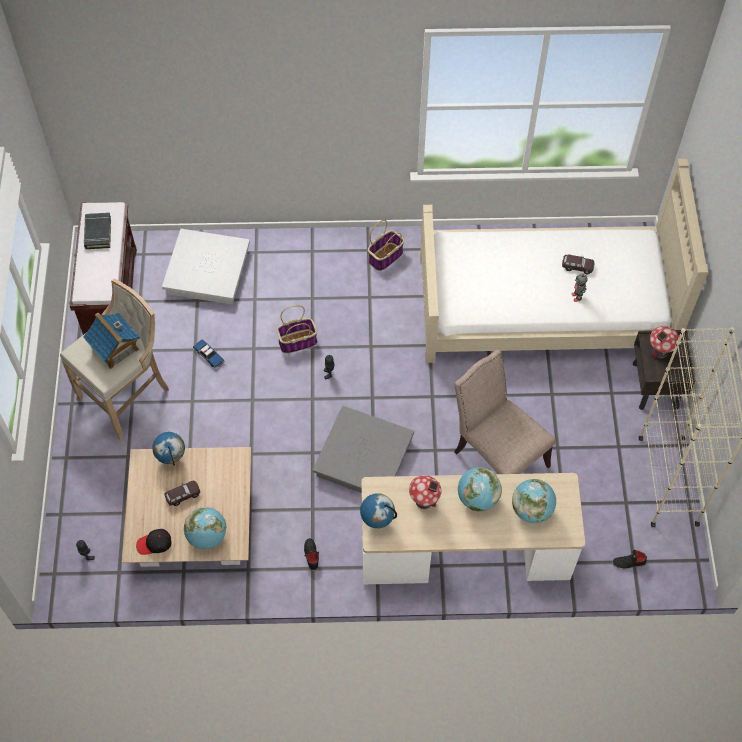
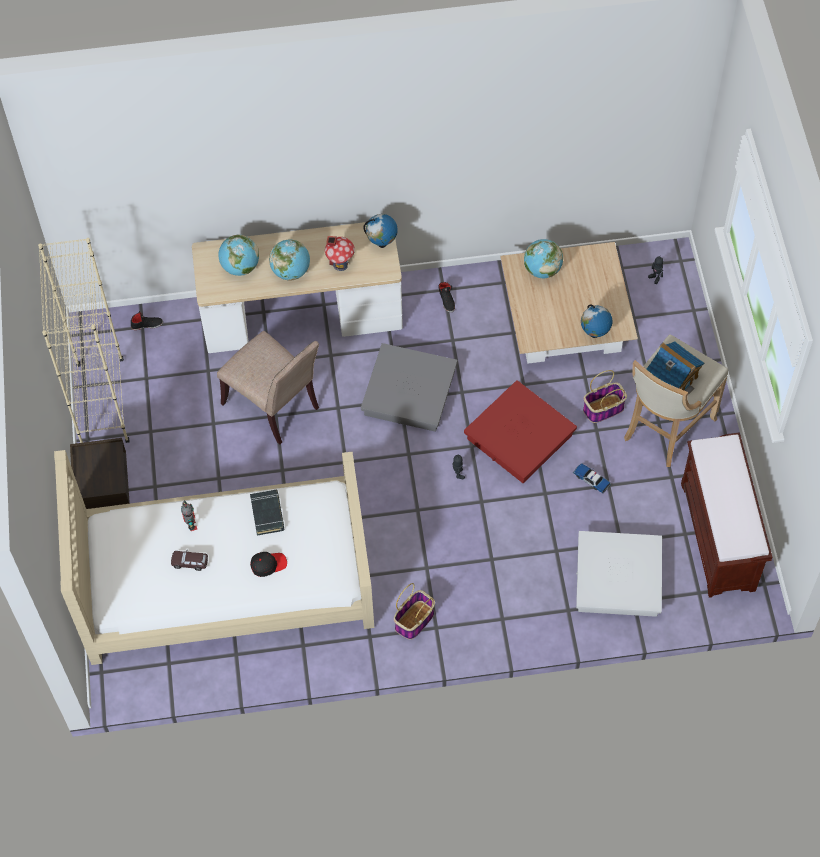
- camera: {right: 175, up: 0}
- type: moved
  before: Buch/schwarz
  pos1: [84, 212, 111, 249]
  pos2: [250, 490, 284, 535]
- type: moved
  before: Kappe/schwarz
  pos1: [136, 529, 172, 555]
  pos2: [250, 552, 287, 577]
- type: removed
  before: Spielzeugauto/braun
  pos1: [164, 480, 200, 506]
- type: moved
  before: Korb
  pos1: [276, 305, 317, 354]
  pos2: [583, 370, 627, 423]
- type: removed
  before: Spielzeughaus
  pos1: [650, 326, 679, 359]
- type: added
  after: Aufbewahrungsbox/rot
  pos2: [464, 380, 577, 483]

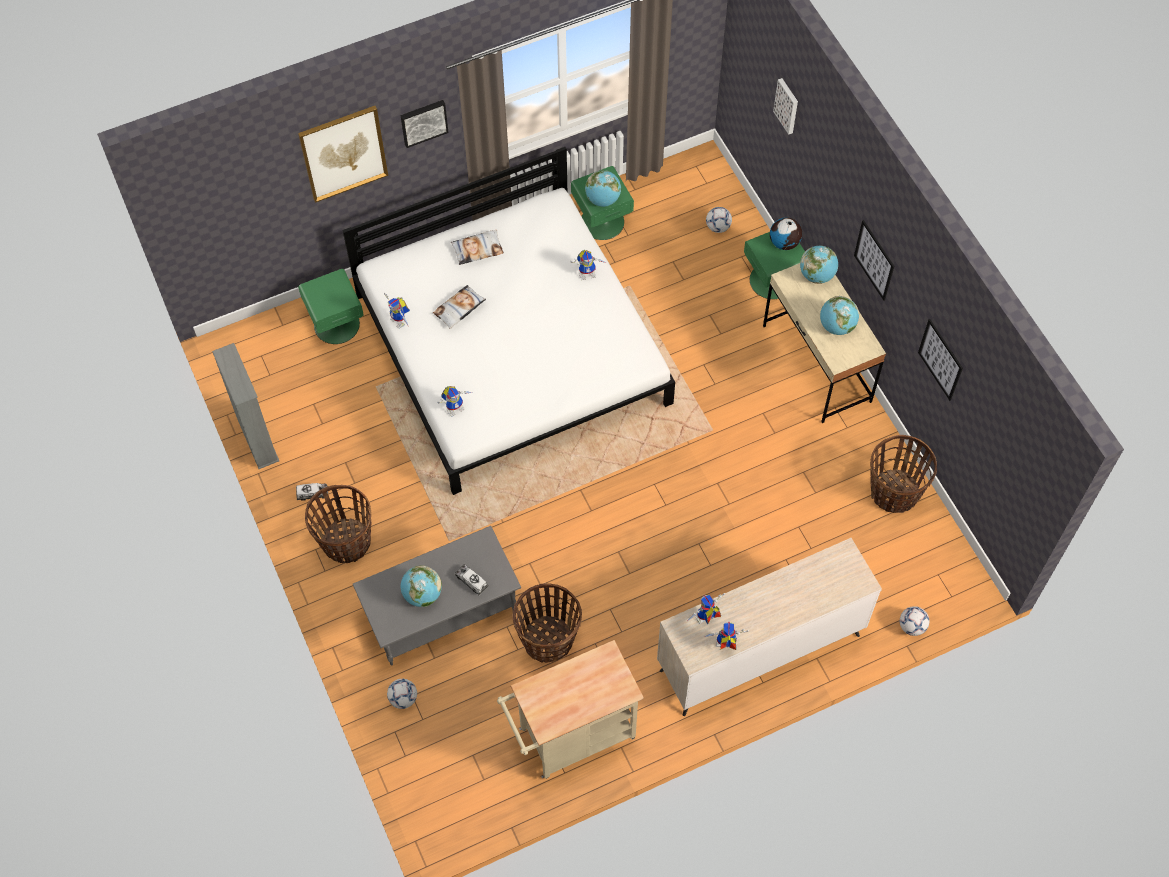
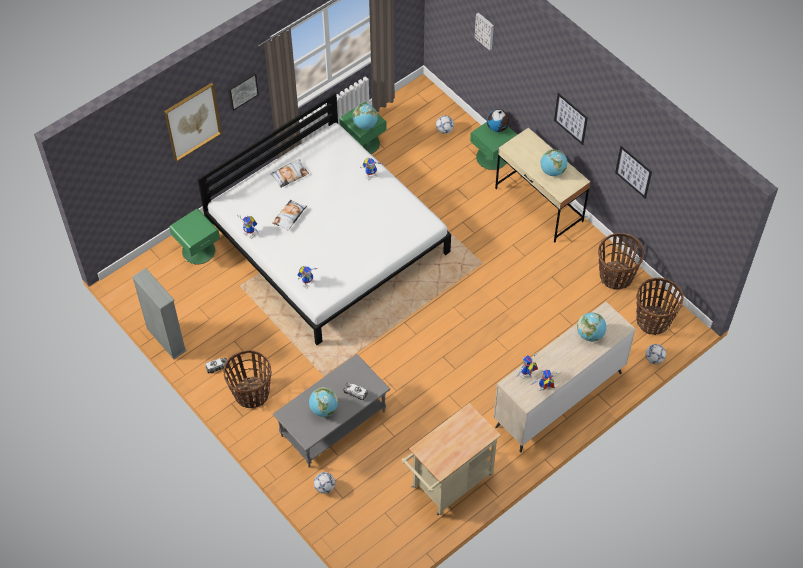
- camera: {right: -15, up: -5}
- type: moved
  before: Korb
  pos1: [513, 583, 582, 663]
  pos2: [636, 278, 684, 335]
- type: moved
  before: Globus
  pos1: [800, 246, 838, 284]
  pos2: [577, 312, 607, 342]

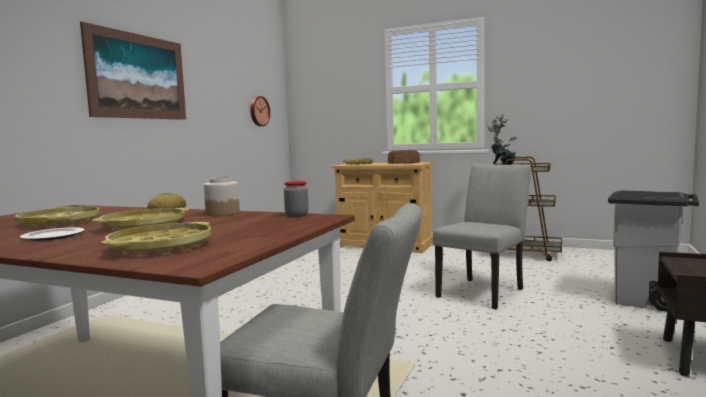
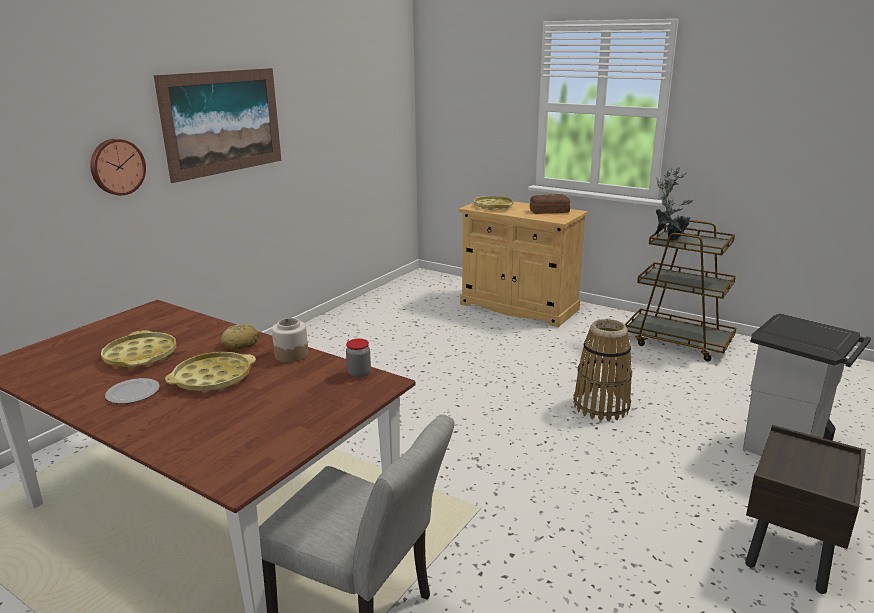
- camera: {right: 10, up: 15}
- type: removed
  before: Tablett/gelb
  pos1: [101, 222, 212, 254]
- type: moved
  before: Wanduhr
  pos1: [250, 96, 270, 126]
  pos2: [90, 139, 146, 195]
- type: replaced
  before: Stuhl/grau
  after: Korb
  pos1: [433, 164, 531, 309]
  pos2: [573, 319, 632, 421]

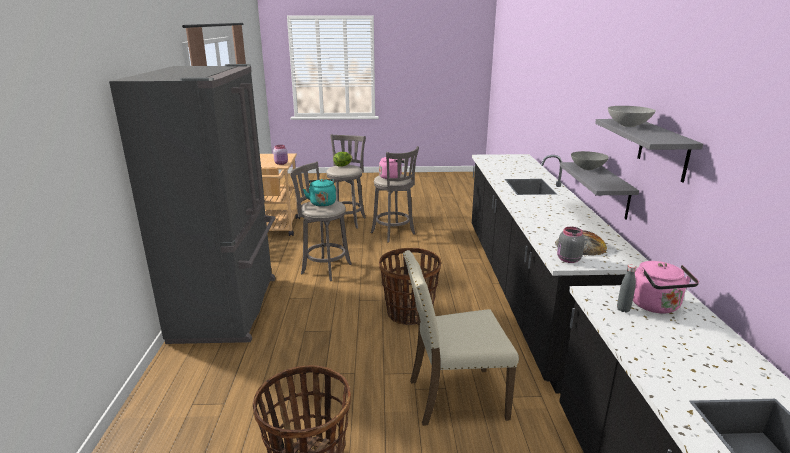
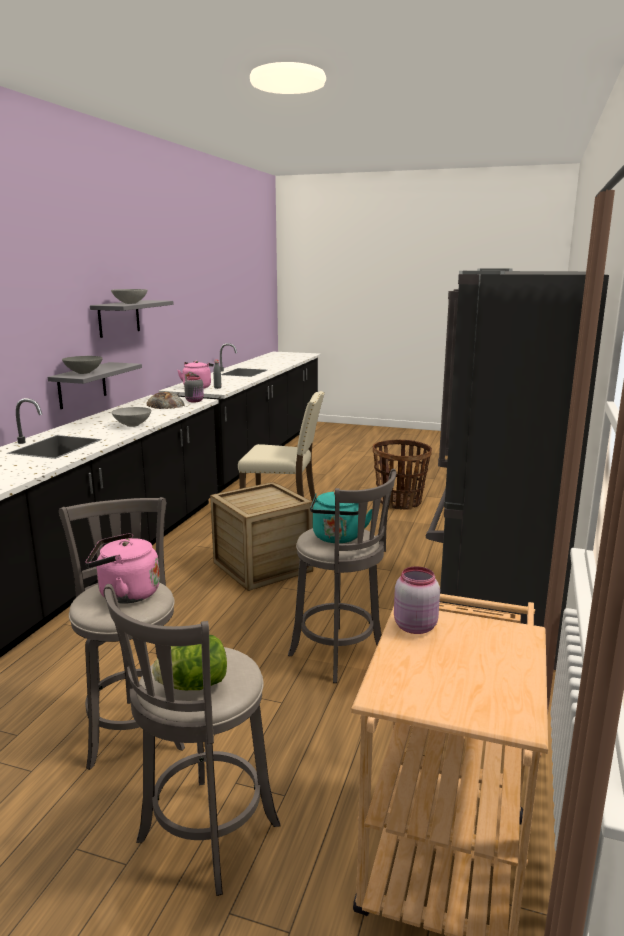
- camera: {right: -160, up: -5}
- type: replaced
  before: Korb
  after: Kiste
  pos1: [379, 248, 441, 325]
  pos2: [210, 482, 313, 591]
- type: added
  after: Schüssel/grau
  pos2: [111, 407, 151, 427]

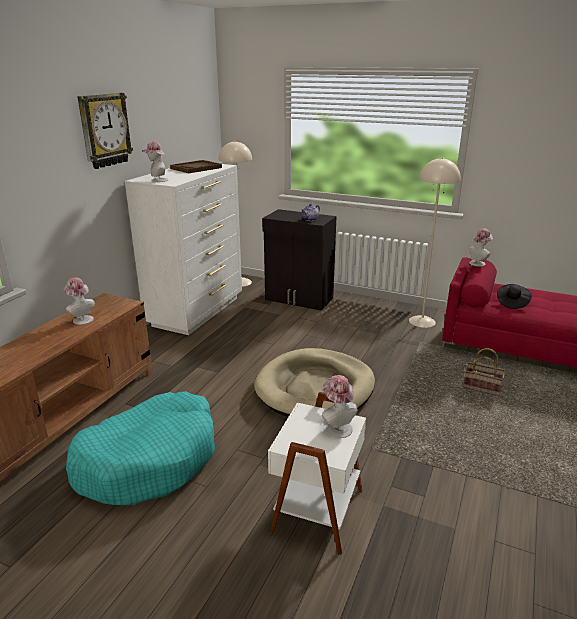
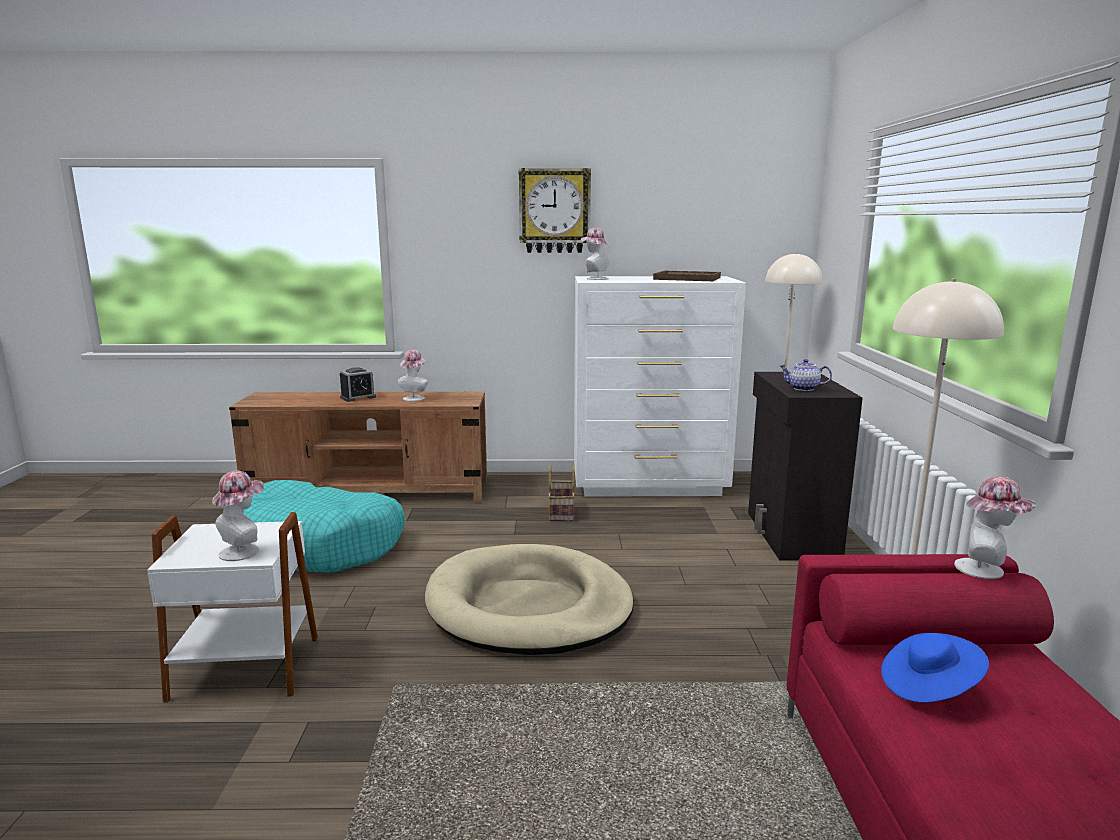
- camera: {right: 65, up: -10}
- type: moved
  before: Korb
  pos1: [463, 348, 505, 396]
  pos2: [548, 464, 575, 521]
- type: recoloured
  before: Hut/schwarz
  after: Hut/blau
  pos1: [497, 284, 532, 309]
  pos2: [881, 633, 989, 703]
- type: added
  after: Wecker
  pos2: [340, 367, 376, 402]

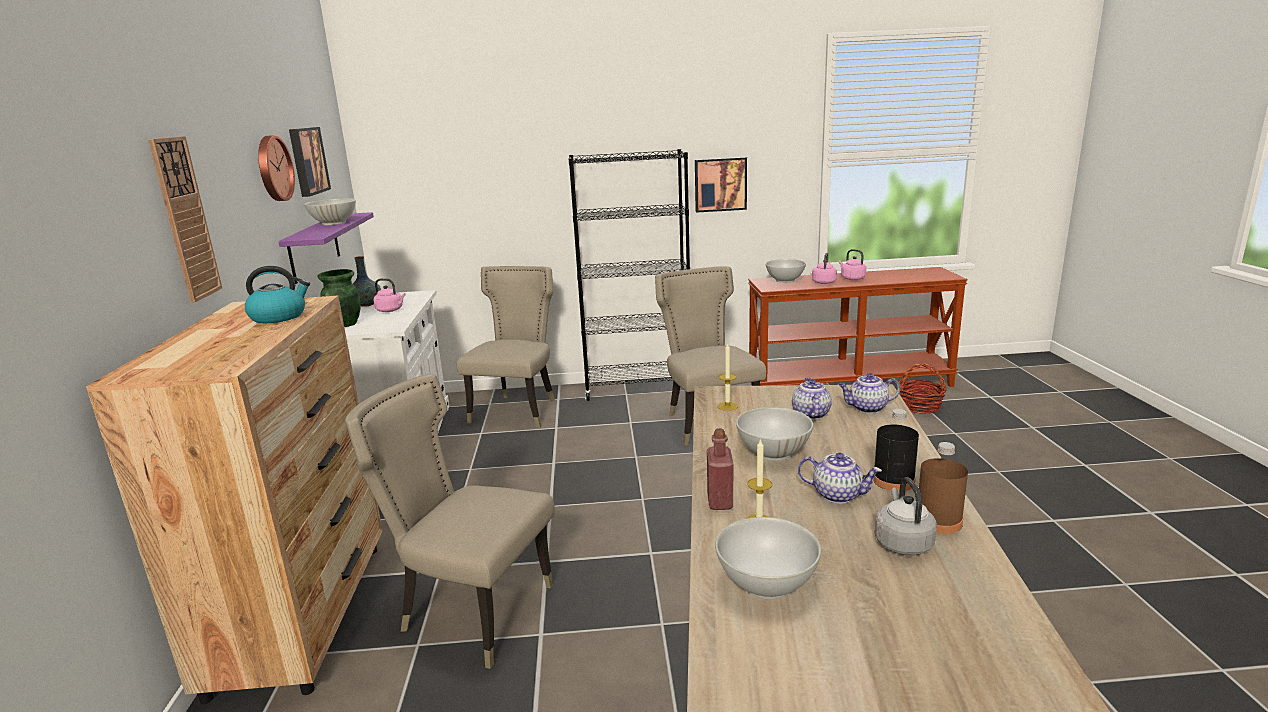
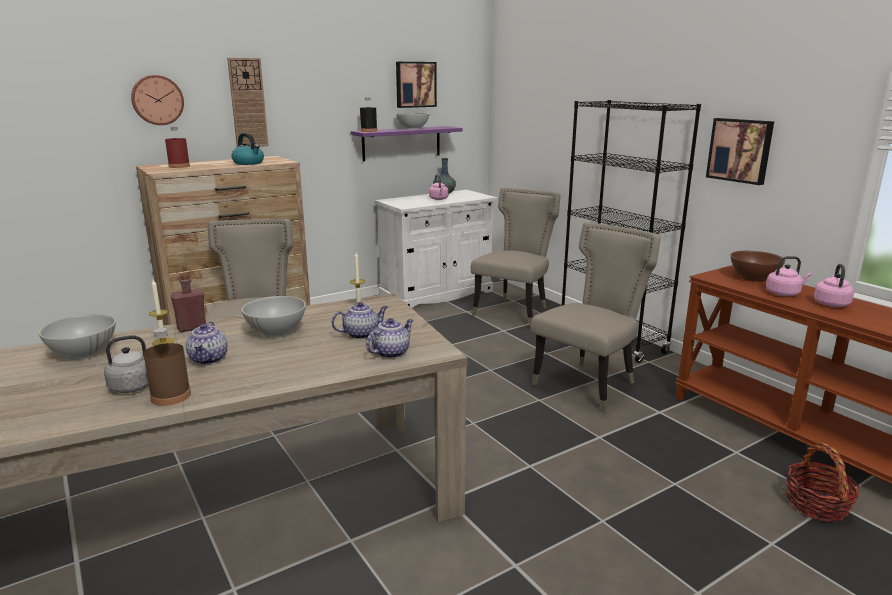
- camera: {right: 60, up: 0}
- type: moved
  before: Wanduhr
  pos1: [258, 135, 295, 201]
  pos2: [131, 75, 184, 125]
- type: removed
  before: Vase/grün
  pos1: [317, 269, 361, 327]
- type: turned
  before: Stuhl/beige
  pos1: [457, 266, 555, 428]
  pos2: [471, 188, 560, 327]
  turn: -45
- type: recoloured
  before: Schüssel/weiß
  after: Schüssel/braun
  pos1: [765, 259, 806, 283]
  pos2: [730, 251, 785, 282]
- type: turned
  before: Teekanne
  pos1: [839, 373, 900, 413]
  pos2: [366, 318, 413, 358]
  turn: 75
- type: moved
  before: Flasche/schwarz
  pos1: [873, 409, 919, 491]
  pos2: [360, 97, 377, 132]
- type: added
  after: Flasche/rot
  pos2: [165, 127, 190, 168]

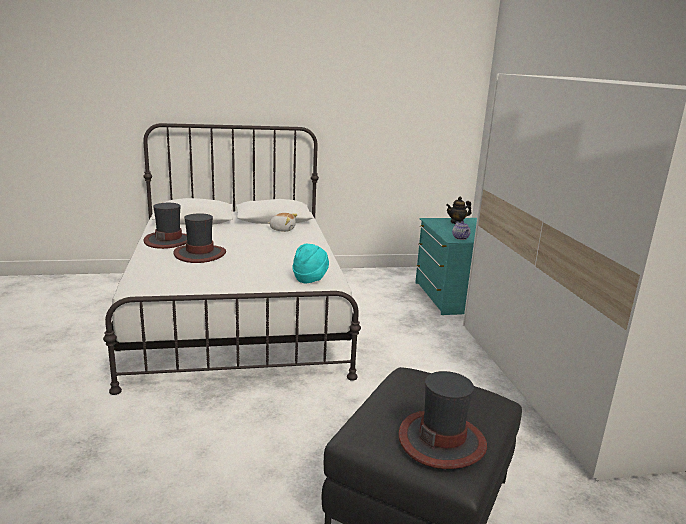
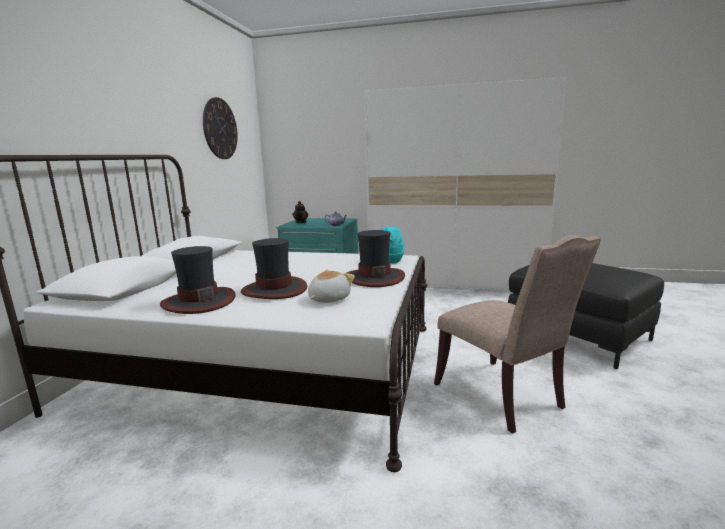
- camera: {right: -65, up: -5}
- type: moved
  before: Plüschtier
  pos1: [267, 213, 298, 232]
  pos2: [308, 269, 355, 303]
- type: moved
  before: Hut
  pos1: [398, 371, 487, 469]
  pos2: [347, 230, 405, 287]
- type: added
  after: Wanduhr
  pos2: [203, 97, 238, 159]
- type: added
  after: Stuhl/beige
  pos2: [434, 235, 600, 434]

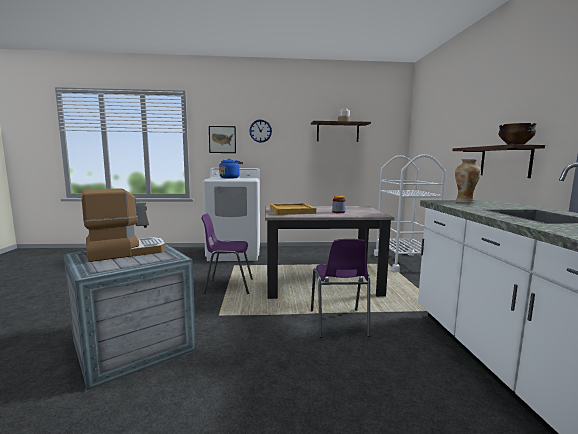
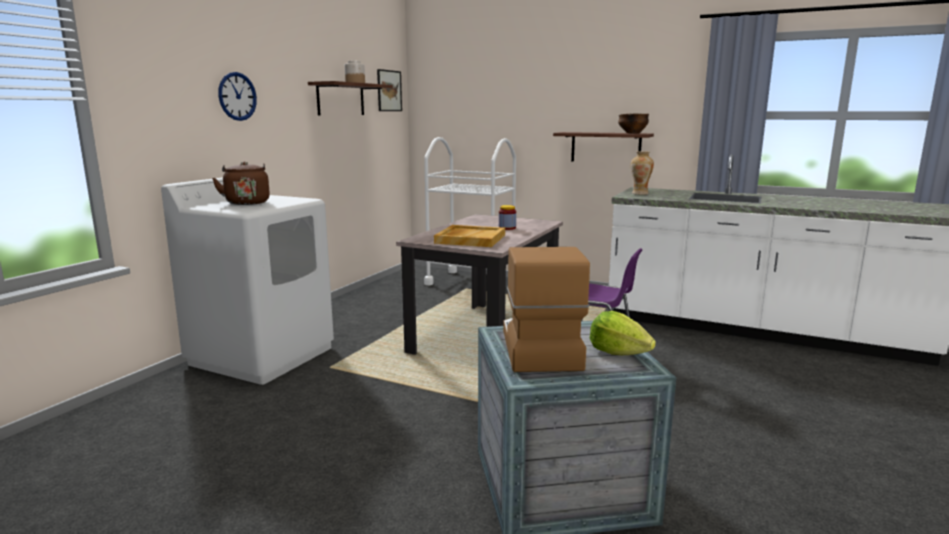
- camera: {right: -60, up: 5}
- type: removed
  before: Stuhl/lila
  pos1: [201, 214, 253, 294]
- type: moved
  before: Bild
  pos1: [209, 126, 236, 153]
  pos2: [377, 69, 402, 111]
- type: recoloured
  before: Wasserkessel/blau
  after: Wasserkessel/braun
  pos1: [219, 159, 243, 179]
  pos2: [212, 161, 270, 205]
- type: added
  after: Salatkopf
  pos2: [590, 311, 656, 355]

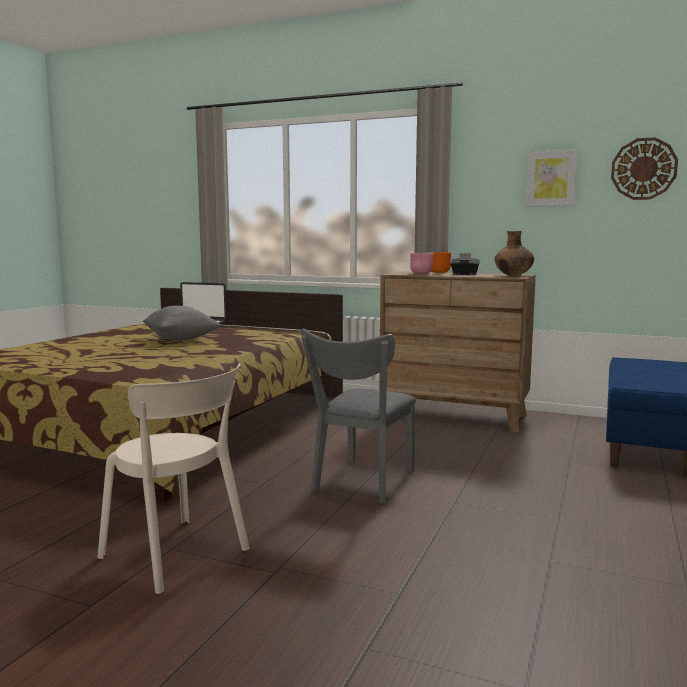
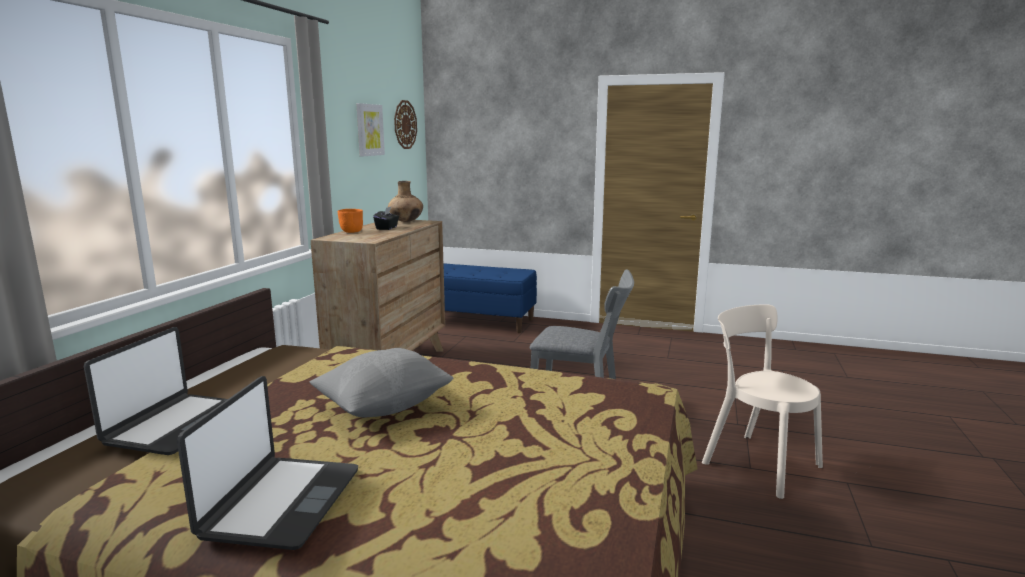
- camera: {right: -95, up: 5}
- type: turned
  before: Stuhl/beige
  pos1: [97, 363, 250, 594]
  pos2: [702, 304, 823, 499]
  turn: -75
- type: removed
  before: Schüssel/rosa
  pos1: [410, 253, 433, 274]
- type: added
  after: Laptop
  pos2: [177, 376, 358, 550]

